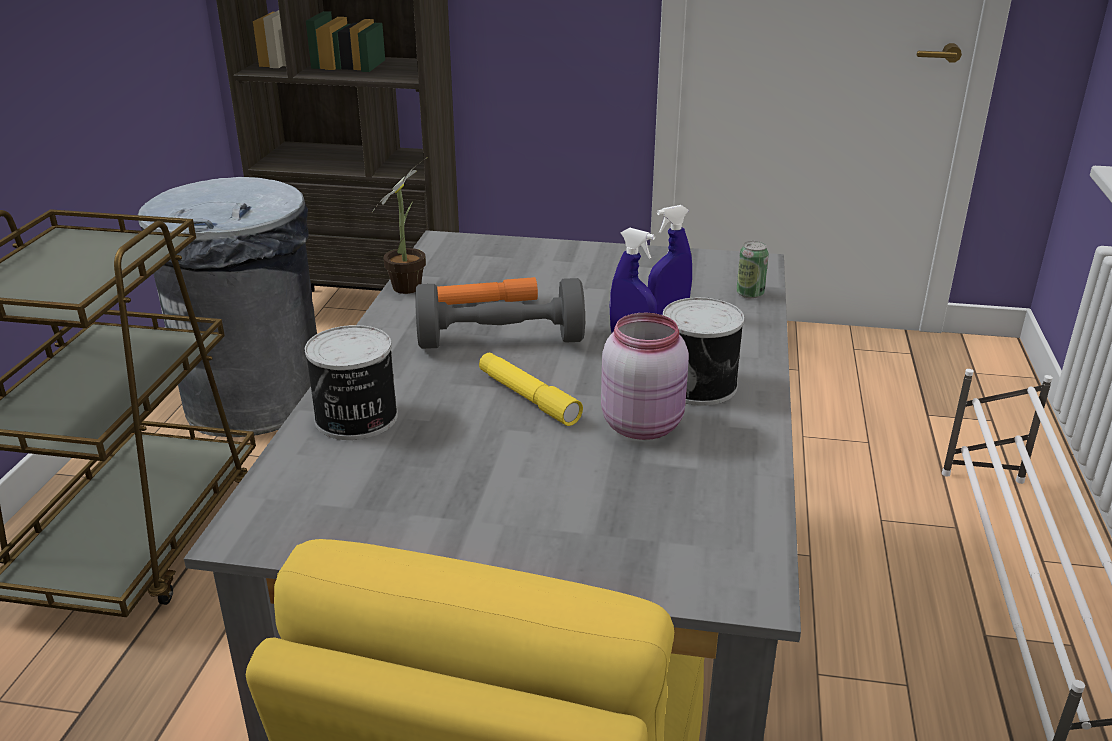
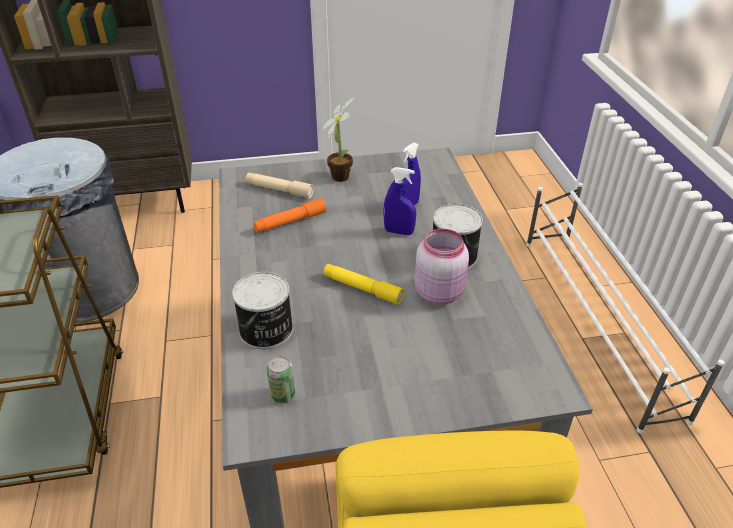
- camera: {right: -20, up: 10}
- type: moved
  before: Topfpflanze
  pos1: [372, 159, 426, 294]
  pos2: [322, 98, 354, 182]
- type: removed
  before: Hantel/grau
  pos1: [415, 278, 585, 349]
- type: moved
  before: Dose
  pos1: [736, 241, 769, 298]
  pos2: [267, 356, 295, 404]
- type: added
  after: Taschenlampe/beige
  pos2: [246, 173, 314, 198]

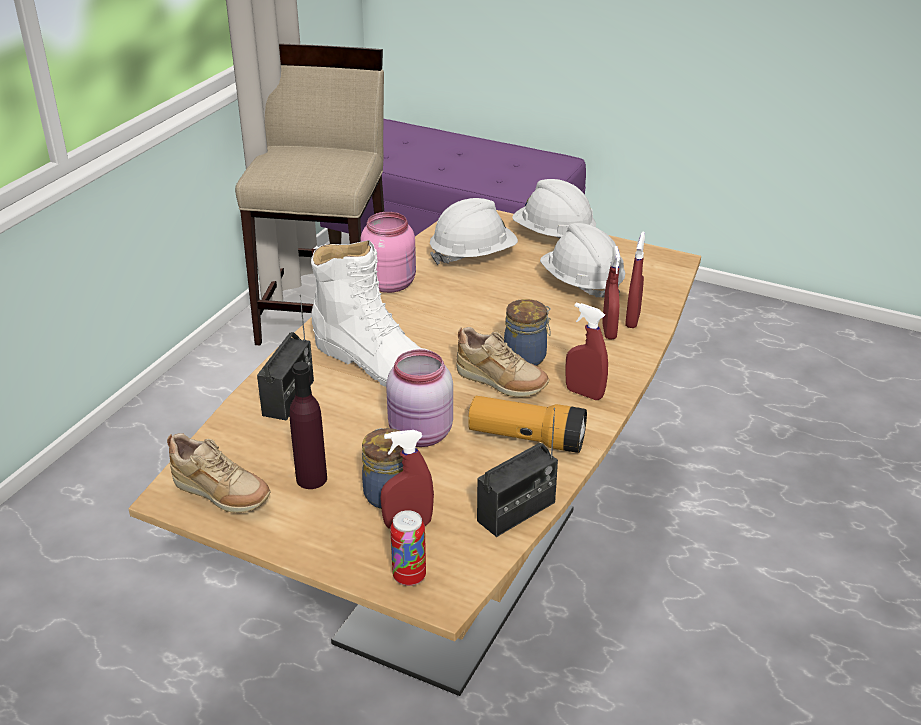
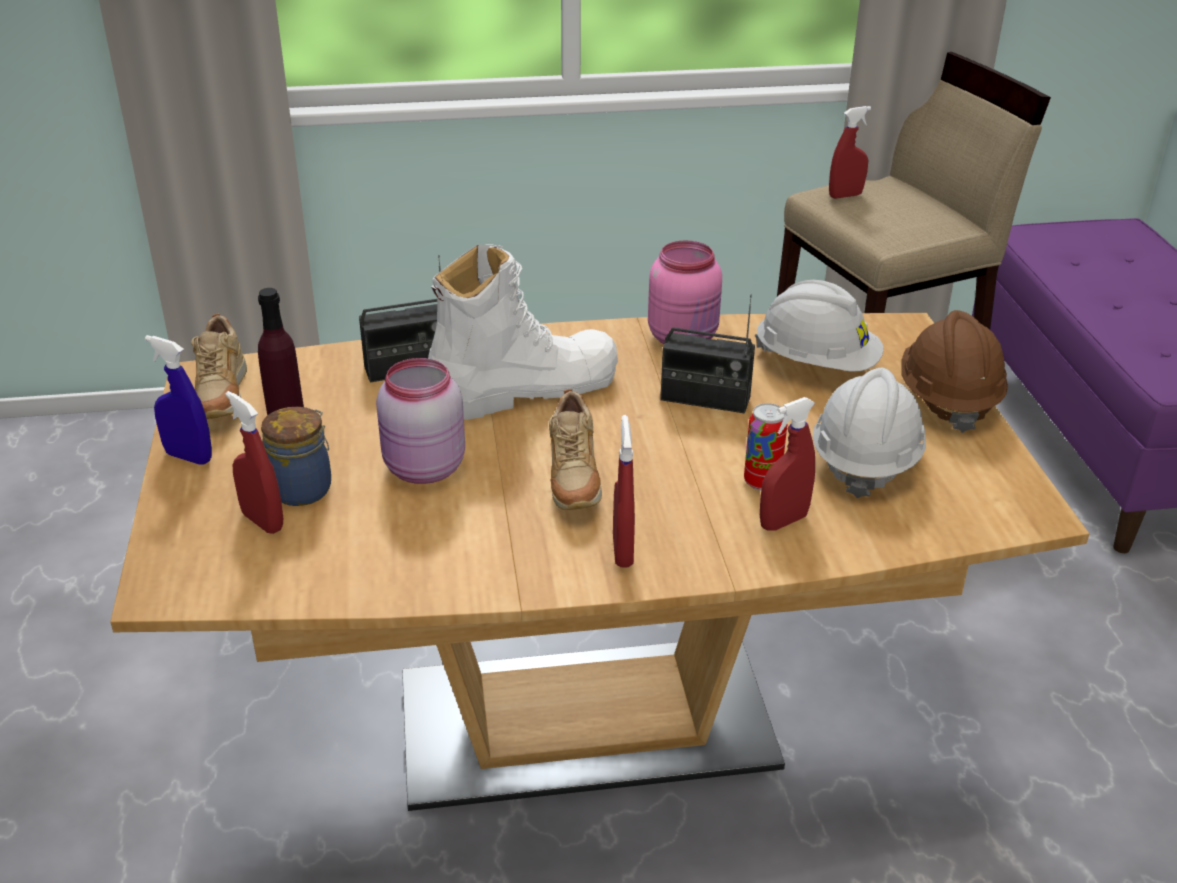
- camera: {right: 55, up: 0}
- type: turned
  before: Stiefel/weiß
  pos1: [311, 240, 430, 387]
  pos2: [428, 244, 618, 420]
  turn: -120
- type: moved
  before: Dose
  pos1: [390, 510, 426, 586]
  pos2: [744, 403, 787, 491]
- type: removed
  before: Taschenlampe
  pos1: [468, 396, 587, 453]
- type: moved
  before: Radio
  pos1: [477, 408, 558, 537]
  pos2: [660, 295, 755, 413]
- type: removed
  before: Vorratsglas
  pos1: [504, 299, 551, 366]
- type: recoloured
  before: Schutzhelm/weiß
  after: Schutzhelm/braun
  pos1: [512, 179, 596, 238]
  pos2: [901, 310, 1008, 433]
- type: moved
  before: Sprühflasche/rot
  pos1: [625, 232, 645, 328]
  pos2: [829, 106, 871, 199]
- type: added
  after: Sprühflasche/blau
  pos2: [145, 335, 212, 465]

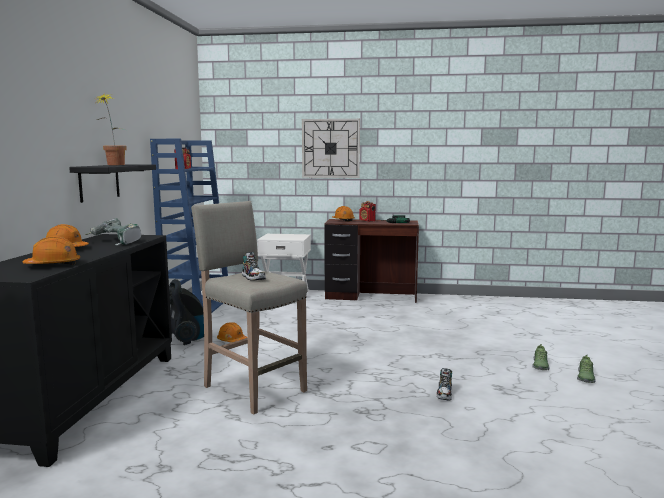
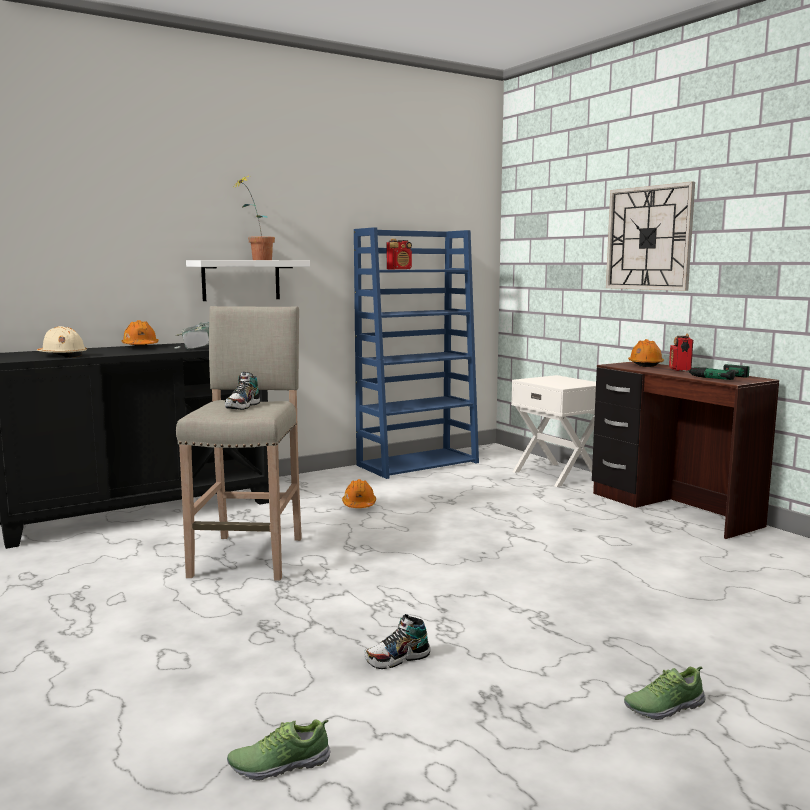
- camera: {right: 50, up: 0}
- type: recoloured
  before: Schutzhelm/orange
  after: Schutzhelm/beige
  pos1: [22, 236, 80, 265]
  pos2: [37, 326, 87, 358]
- type: recoloured
  before: Wandregal/schwarz
  after: Wandregal/weiß
  pos1: [69, 165, 156, 203]
  pos2: [186, 260, 310, 301]
- type: removed
  before: Staubsauger
  pos1: [169, 279, 204, 345]
- type: moved
  before: Schuh
  pos1: [577, 355, 596, 383]
  pos2: [227, 719, 330, 780]

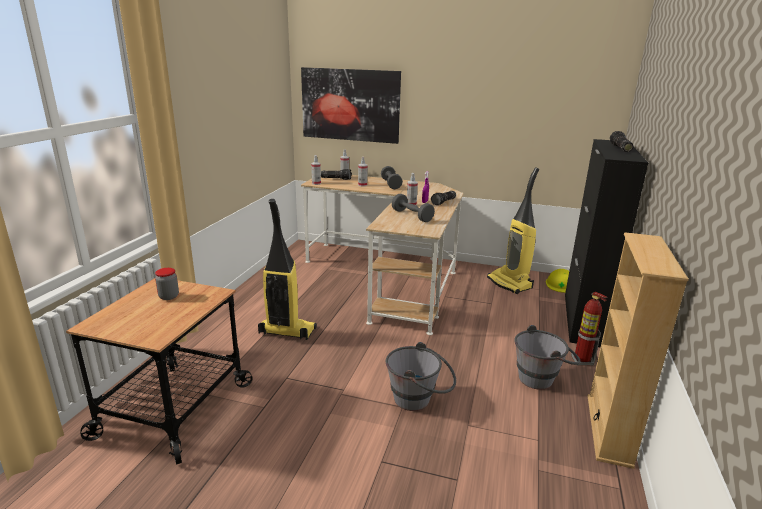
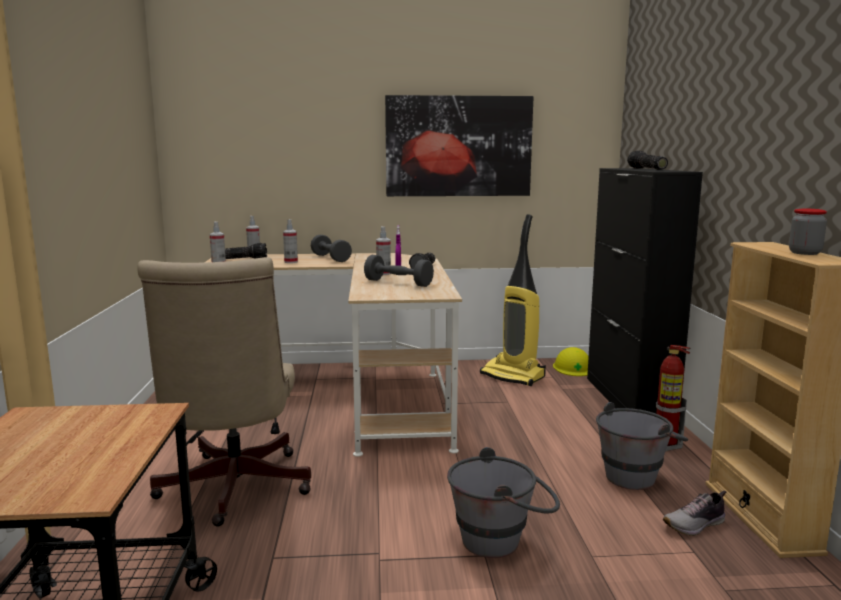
- camera: {right: -20, up: -10}
- type: moved
  before: Vorratsglas
  pos1: [155, 268, 179, 300]
  pos2: [789, 209, 827, 255]
- type: replaced
  before: Staubsauger
  after: Bürostuhl/beige
  pos1: [258, 199, 317, 340]
  pos2: [137, 257, 311, 527]
- type: moved
  before: Bild
  pos1: [301, 67, 401, 144]
  pos2: [385, 95, 533, 196]
- type: added
  after: Schuh
  pos2: [663, 490, 726, 536]

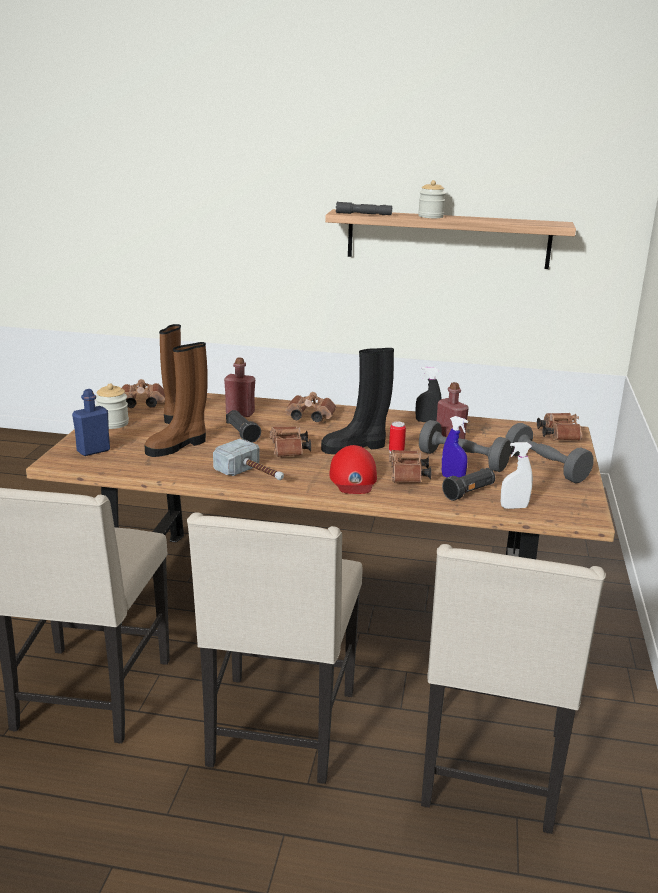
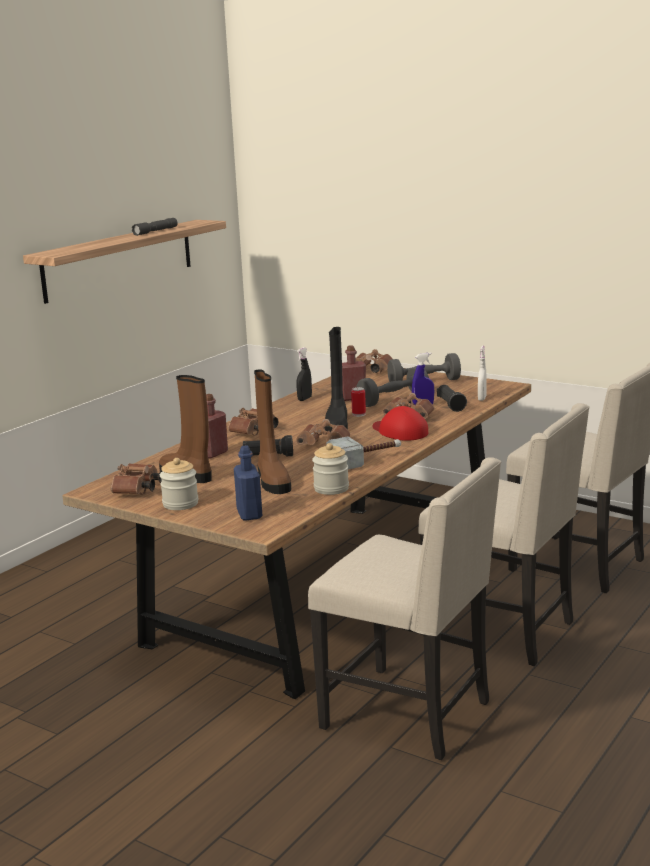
- camera: {right: -65, up: -5}
- type: turned
  before: Kappe/rot
  pos1: [329, 445, 377, 494]
  pos2: [372, 406, 428, 441]
  turn: -150
- type: moved
  before: Taschenlampe/grau
  pos1: [336, 202, 392, 215]
  pos2: [132, 218, 177, 236]
- type: moved
  before: Vorratsglas
  pos1: [418, 180, 446, 218]
  pos2: [312, 443, 349, 495]

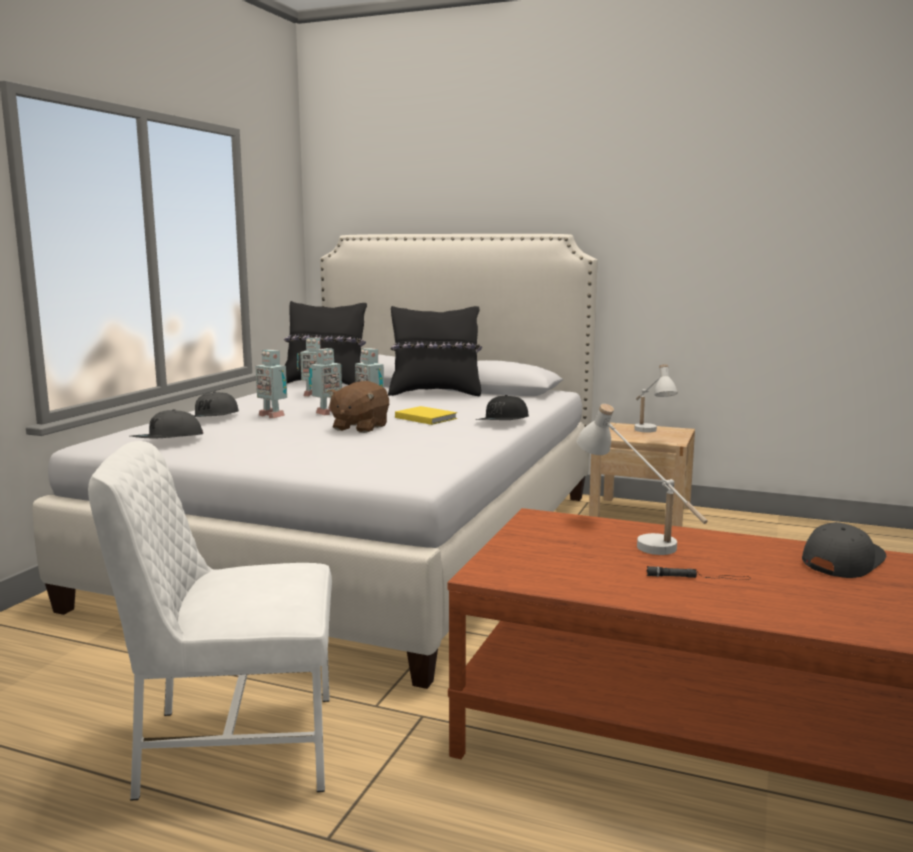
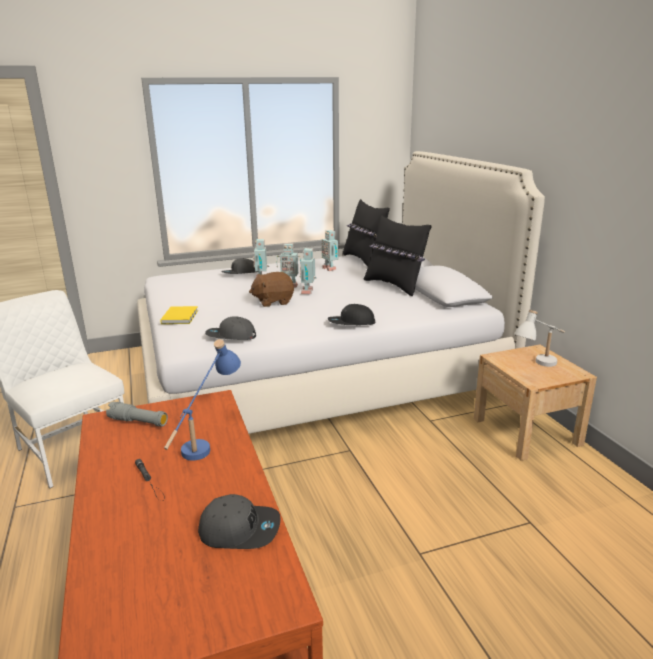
- camera: {right: 50, up: 10}
- type: moved
  before: Kappe/grau
  pos1: [131, 409, 203, 438]
  pos2: [205, 316, 256, 340]
- type: moved
  before: Buch/gelb
  pos1: [395, 406, 457, 425]
  pos2: [160, 306, 198, 324]
- type: recoloured
  before: Tischlampe/weiß
  after: Tischlampe/blau
  pos1: [577, 404, 708, 555]
  pos2: [164, 339, 241, 461]
- type: added
  after: Taschenlampe/grau
  pos2: [106, 402, 168, 427]

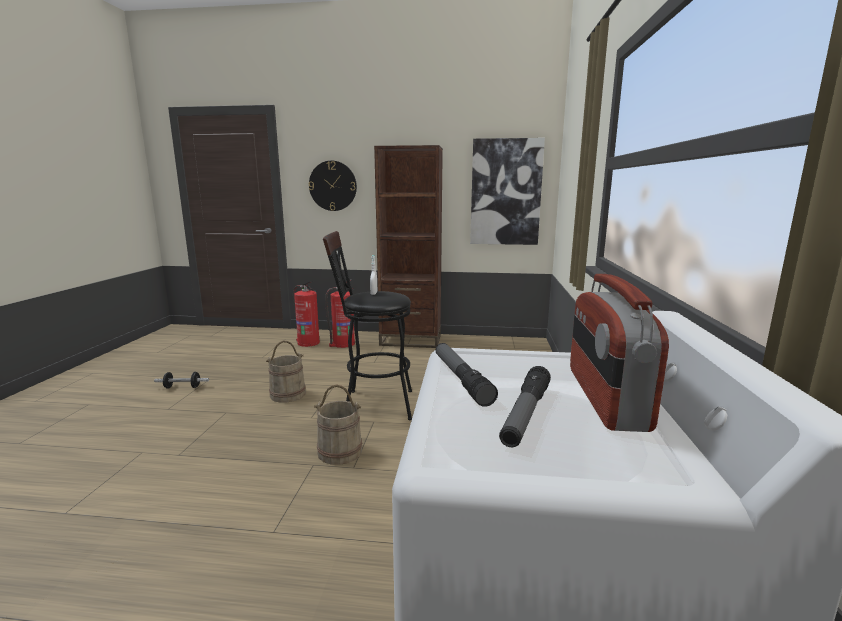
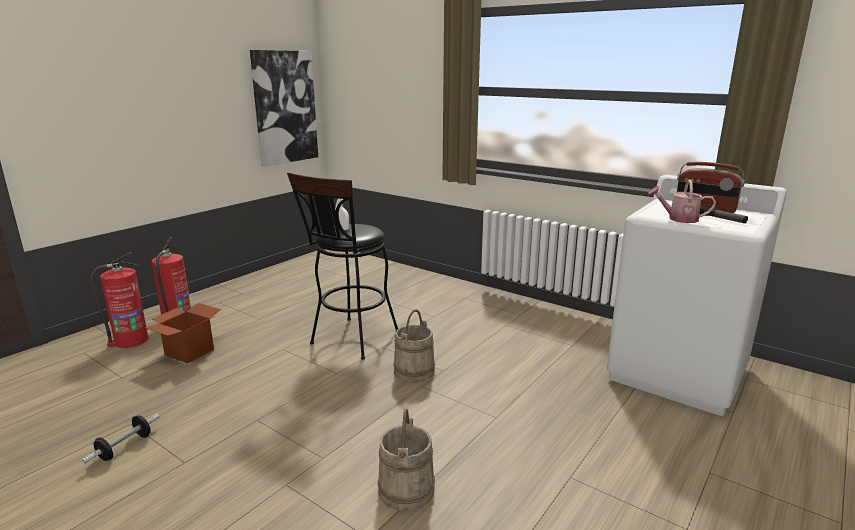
- camera: {right: -60, up: 5}
- type: moved
  before: Eimer/beige
  pos1: [266, 341, 306, 403]
  pos2: [378, 409, 435, 511]
- type: removed
  before: Wanduhr
  pos1: [309, 161, 357, 211]
- type: removed
  before: Bücherregal/braun
  pos1: [374, 145, 443, 348]
- type: replaced
  before: Taschenlampe
  after: Gießkanne
  pos1: [436, 343, 498, 407]
  pos2: [648, 179, 716, 223]
- type: added
  after: Karton
  pos2: [145, 303, 221, 364]

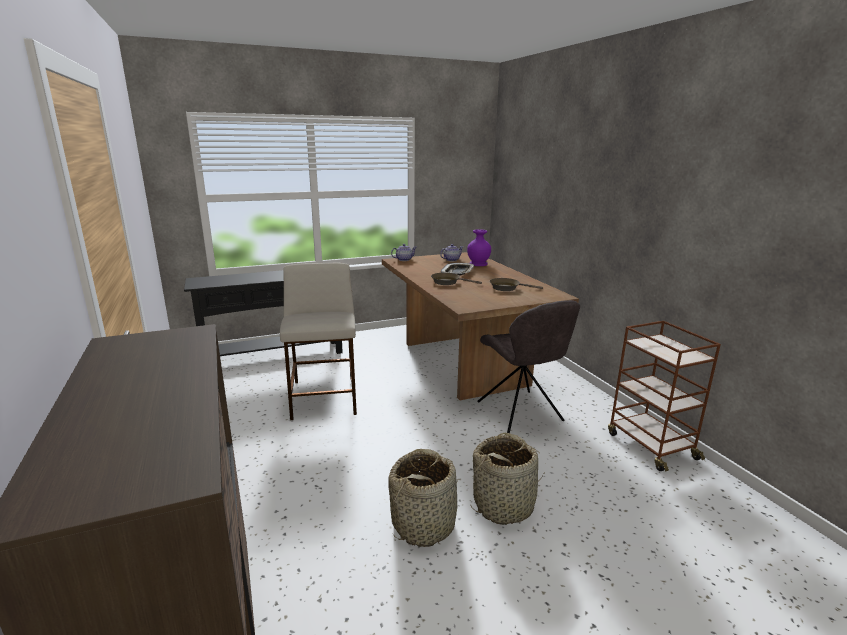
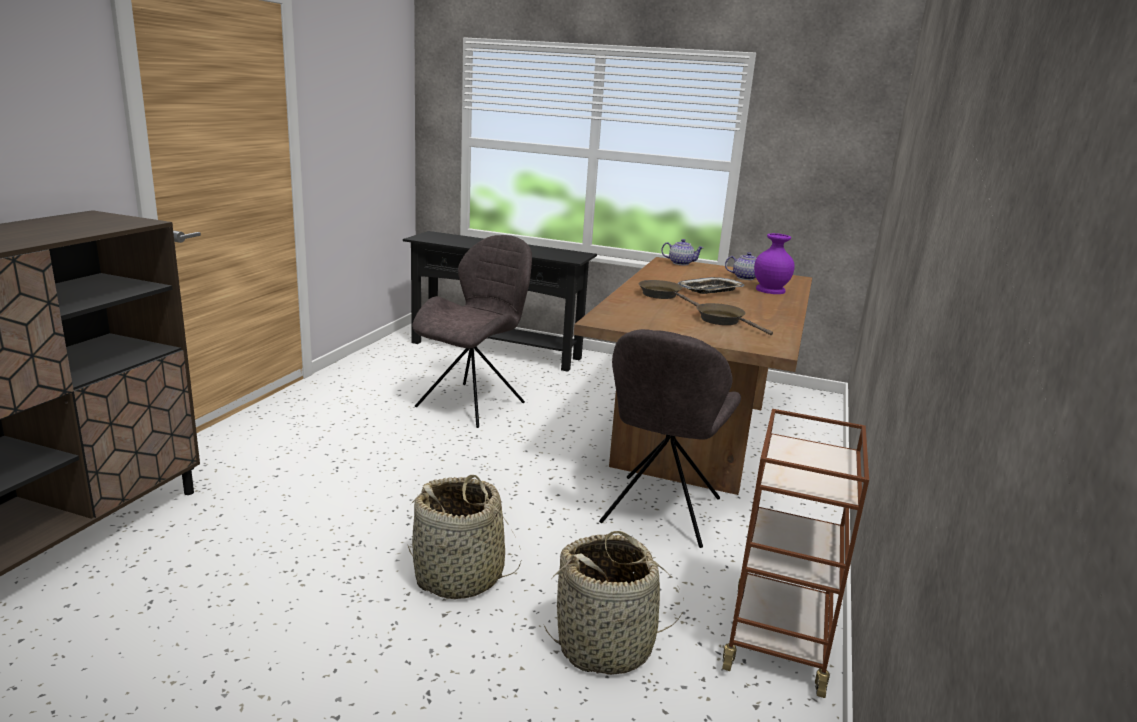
- camera: {right: 40, up: 0}
- type: replaced
  before: Hocker/beige
  after: Stuhl/grau
  pos1: [280, 263, 357, 420]
  pos2: [412, 235, 532, 428]
- type: moved
  before: Korb
  pos1: [388, 449, 458, 547]
  pos2: [544, 531, 684, 675]

